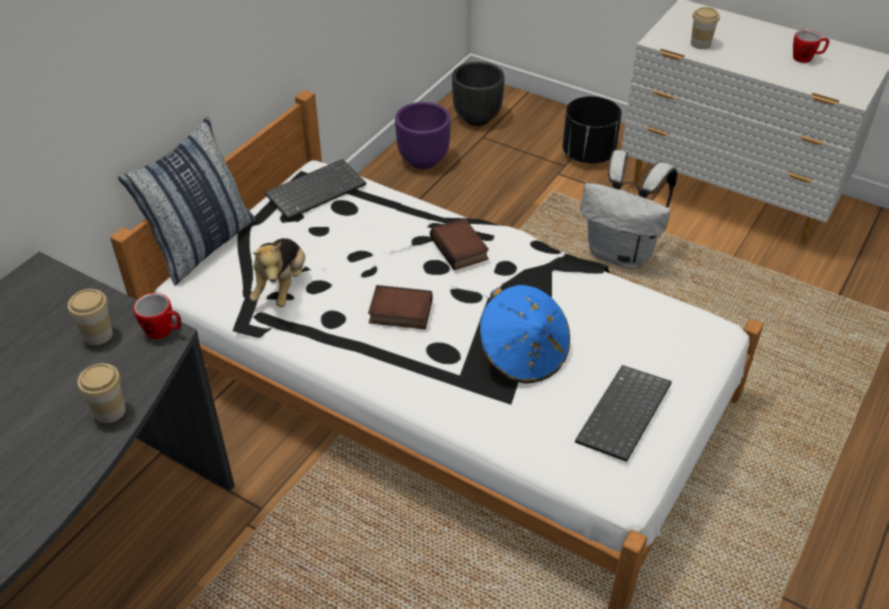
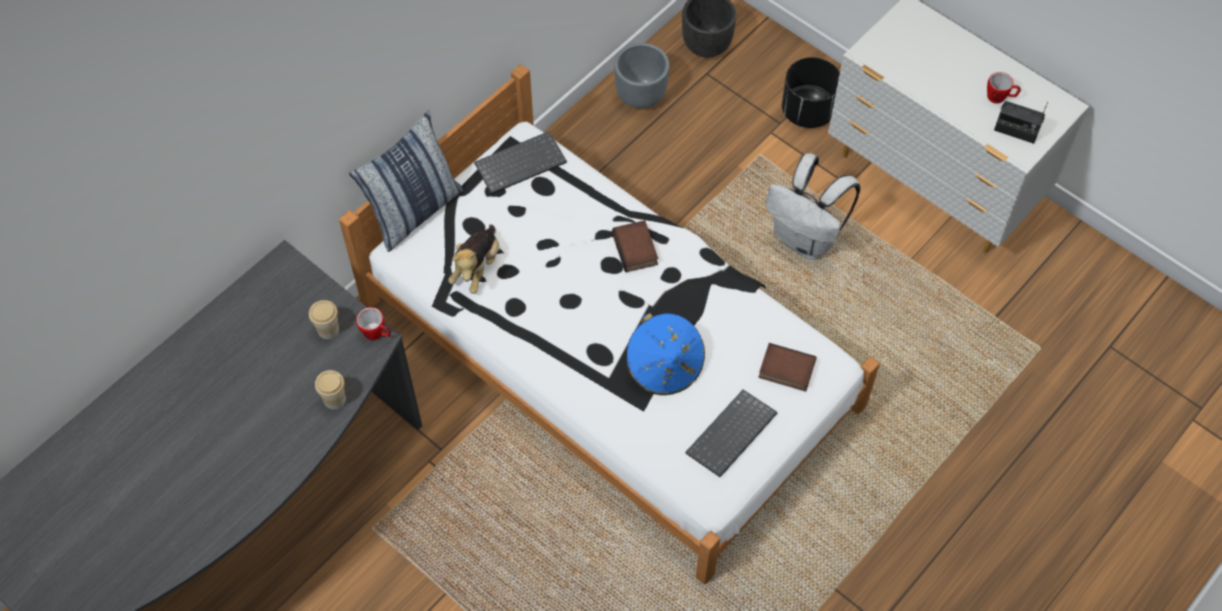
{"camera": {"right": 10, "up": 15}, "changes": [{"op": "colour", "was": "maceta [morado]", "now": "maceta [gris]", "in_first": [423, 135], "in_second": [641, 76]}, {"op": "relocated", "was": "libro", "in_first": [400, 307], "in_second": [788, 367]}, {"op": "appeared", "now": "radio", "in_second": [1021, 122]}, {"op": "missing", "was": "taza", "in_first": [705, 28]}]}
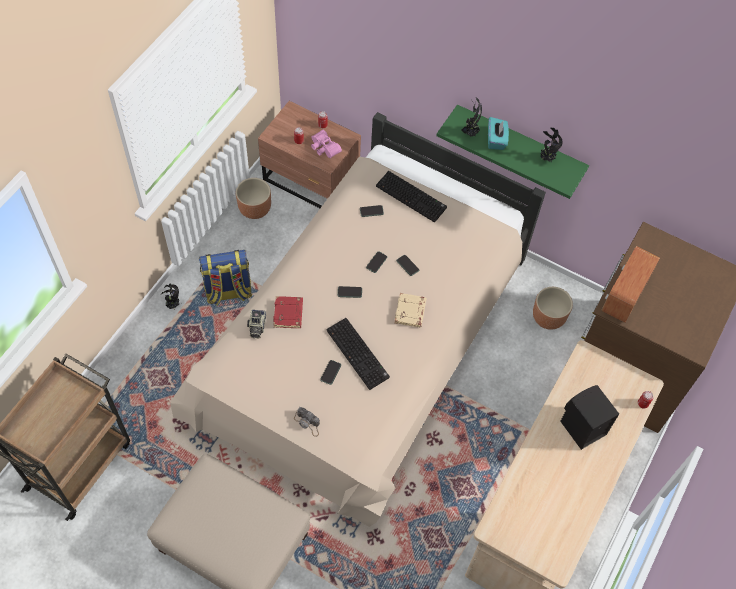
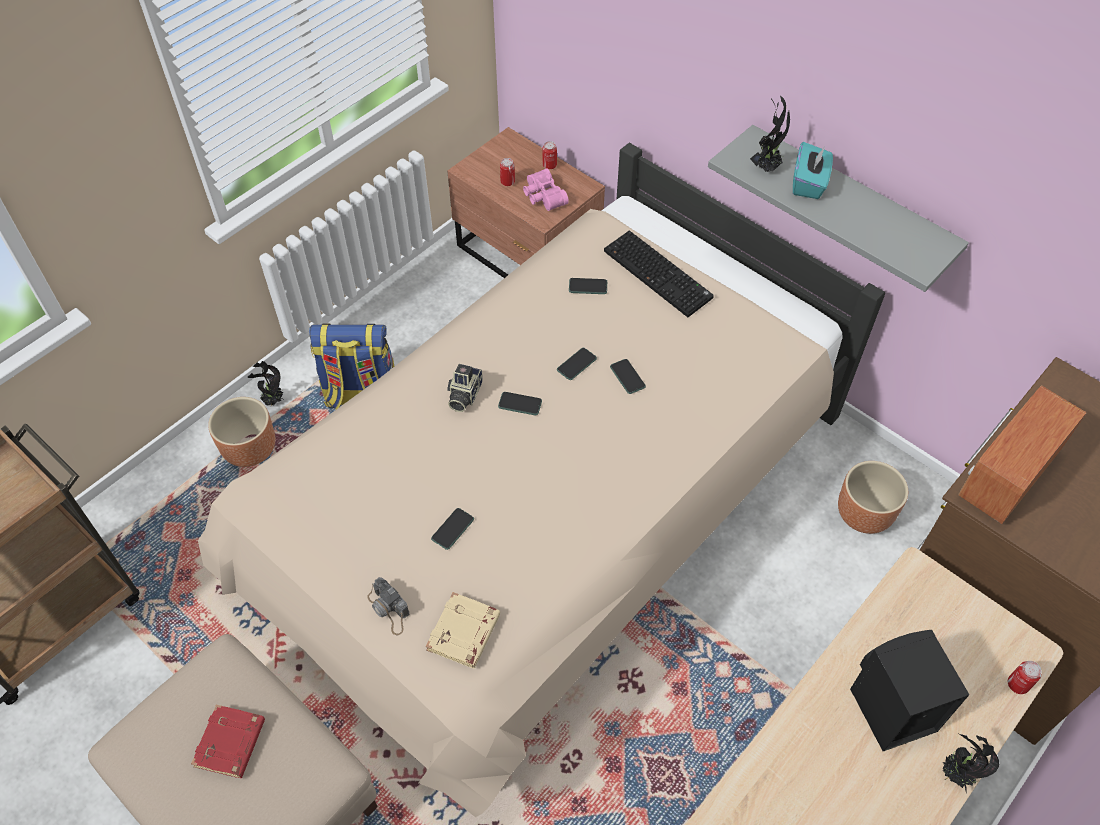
{"camera": {"right": 15, "up": -5}, "changes": [{"op": "relocated", "was": "libro [rojo]", "in_first": [288, 312], "in_second": [228, 741]}, {"op": "relocated", "was": "maceta [marrón]", "in_first": [253, 198], "in_second": [241, 432]}, {"op": "relocated", "was": "libro [beis]", "in_first": [411, 310], "in_second": [463, 630]}, {"op": "relocated", "was": "cámara", "in_first": [256, 324], "in_second": [465, 388]}, {"op": "colour", "was": "estante [verde]", "now": "estante [gris]", "in_first": [512, 152], "in_second": [838, 208]}, {"op": "relocated", "was": "planta en maceta", "in_first": [551, 145], "in_second": [970, 762]}, {"op": "missing", "was": "teclado", "in_first": [358, 354]}]}
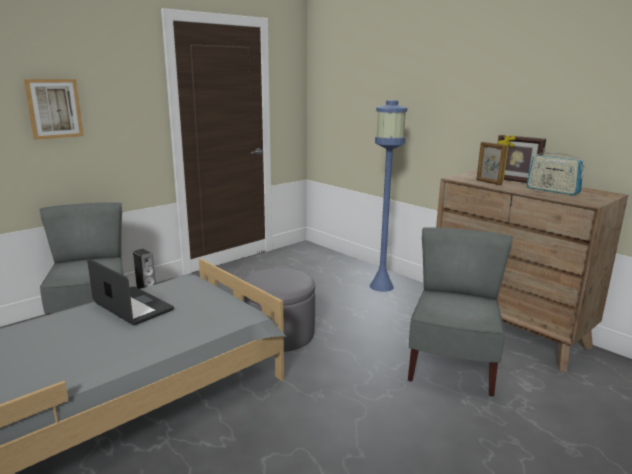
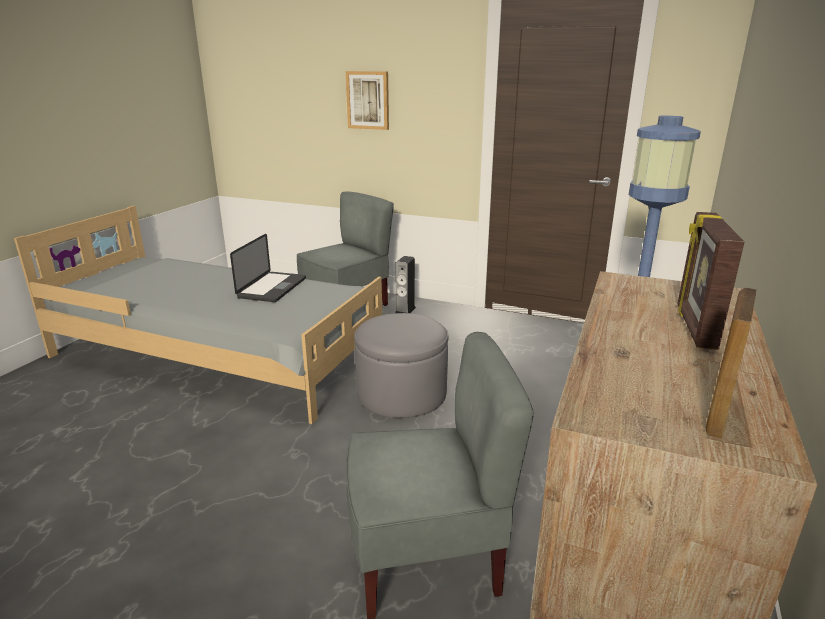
{"camera": {"right": 65, "up": 5}, "changes": [{"op": "relocated", "was": "portarretratos", "in_first": [491, 163], "in_second": [731, 363]}, {"op": "missing", "was": "radio", "in_first": [556, 171]}]}
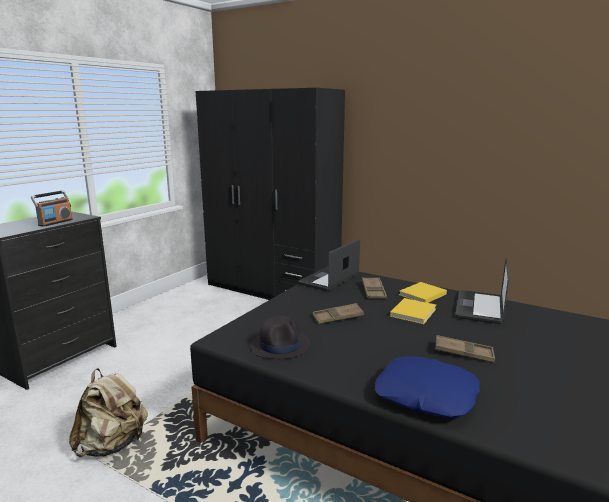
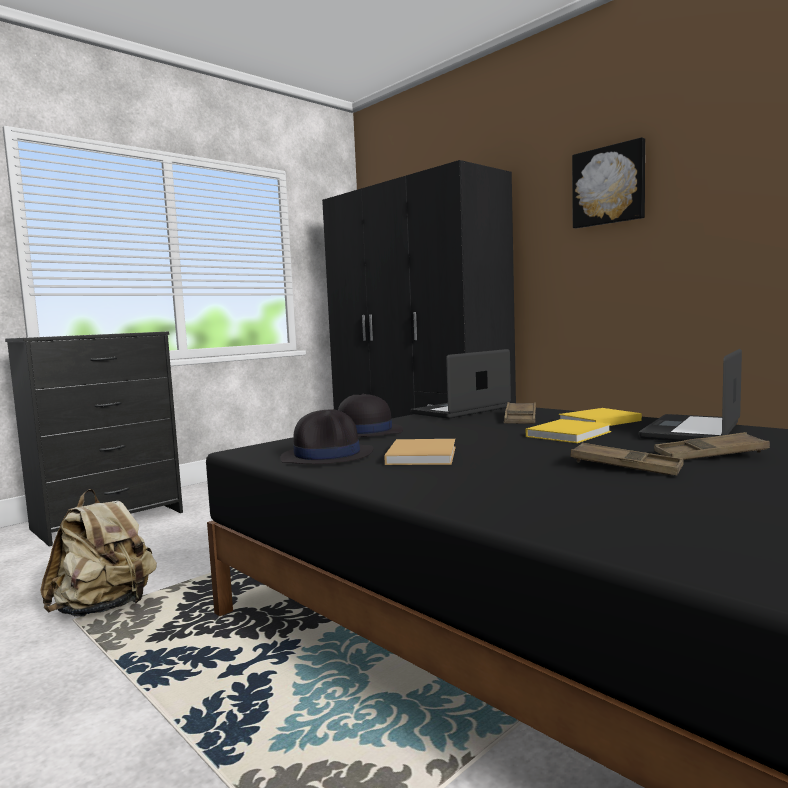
{"camera": {"right": 15, "up": -10}, "changes": [{"op": "appeared", "now": "sombrero [negro]", "in_second": [370, 415]}, {"op": "appeared", "now": "libro [beis]", "in_second": [420, 452]}, {"op": "appeared", "now": "cuadro", "in_second": [608, 182]}, {"op": "relocated", "was": "bandeja [marrón]", "in_first": [338, 313], "in_second": [712, 446]}, {"op": "missing", "was": "radio", "in_first": [52, 208]}, {"op": "missing", "was": "cojín [azul]", "in_first": [427, 387]}]}
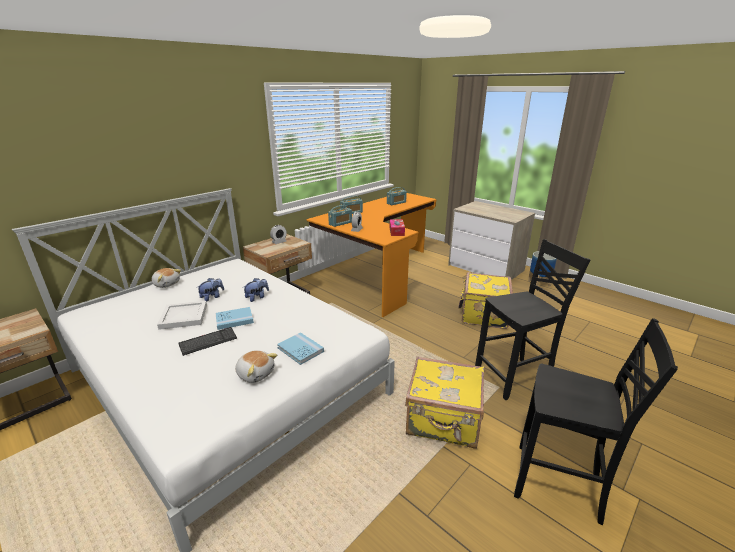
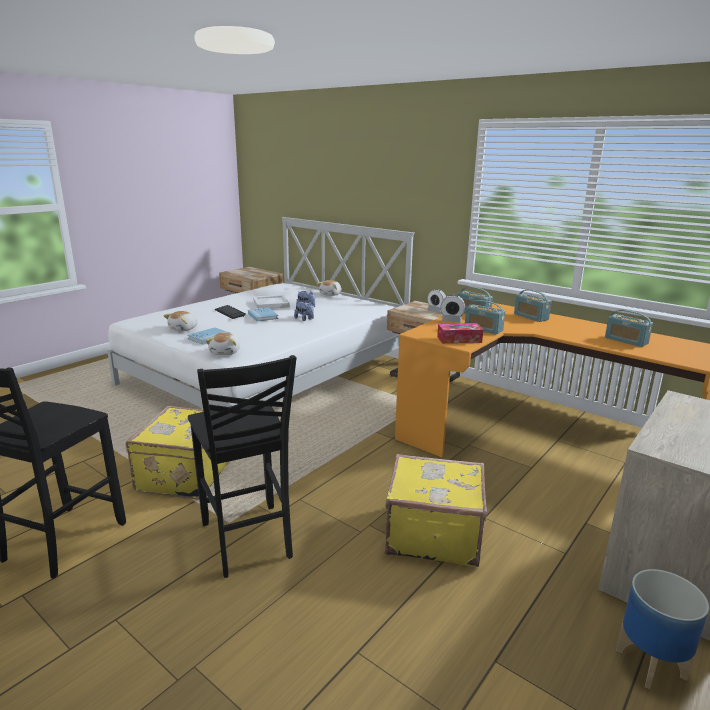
{"camera": {"right": 85, "up": -5}, "changes": [{"op": "appeared", "now": "peluche", "in_second": [222, 344]}, {"op": "appeared", "now": "radio", "in_second": [485, 317]}]}
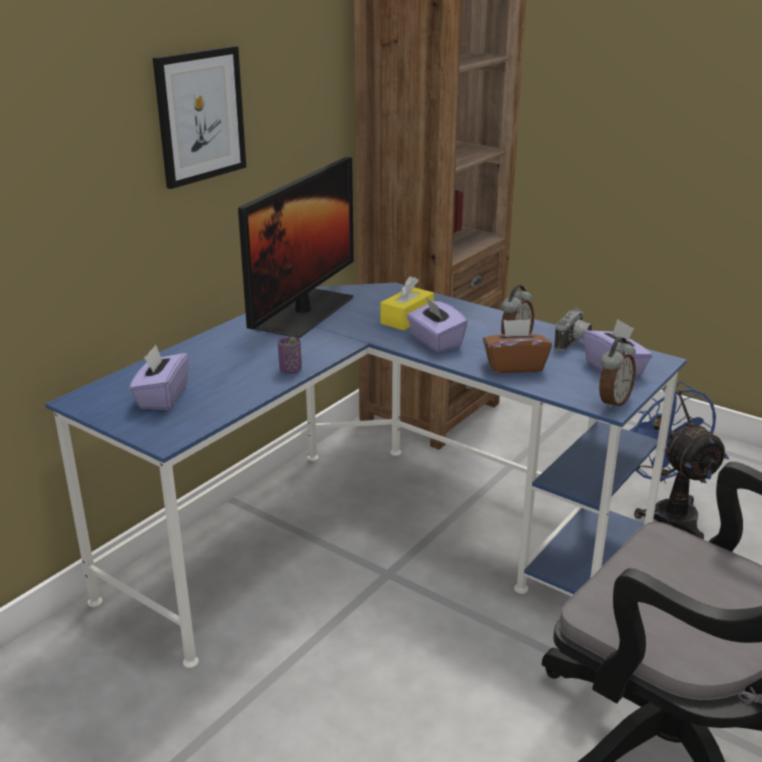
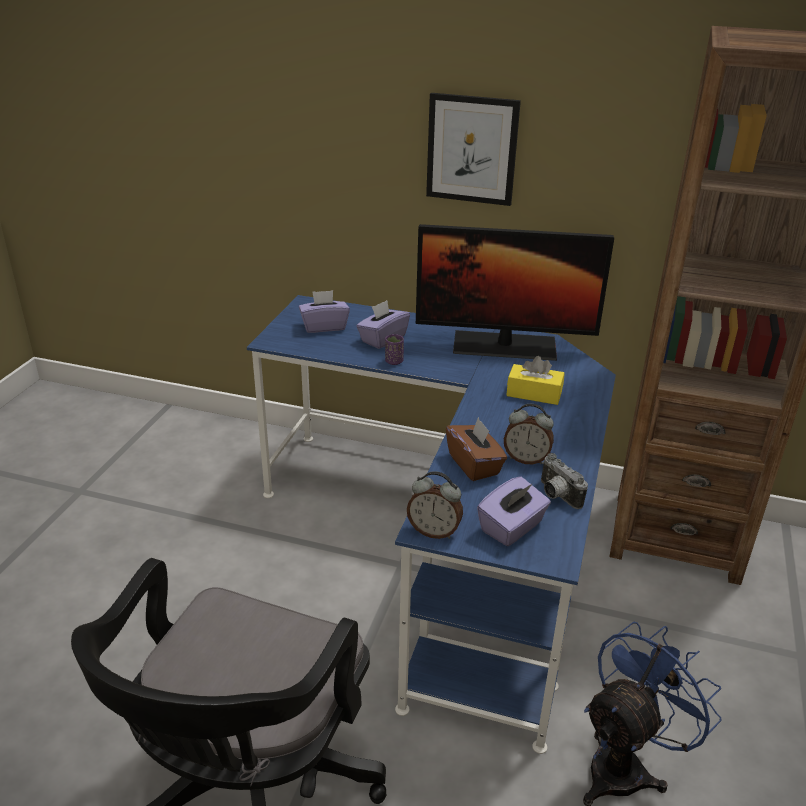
{"camera": {"right": 70, "up": 5}, "changes": [{"op": "relocated", "was": "caja de pañuelos [morado]", "in_first": [437, 324], "in_second": [383, 324]}, {"op": "spun", "was": "cámara", "in_first": [573, 329], "in_second": [564, 481], "clockwise": 45}]}
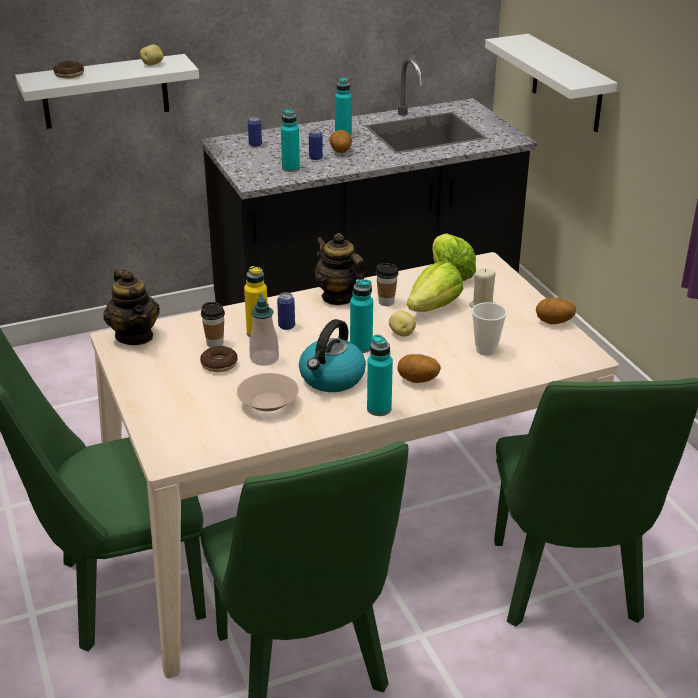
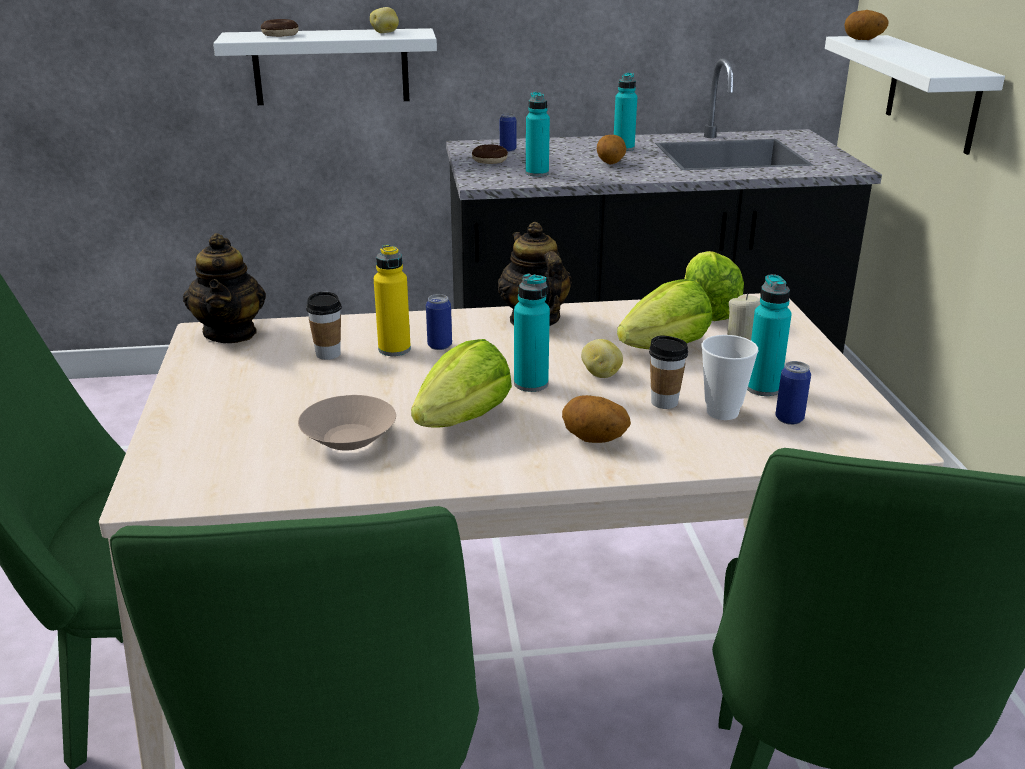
{"camera": {"right": 15, "up": -5}, "changes": [{"op": "exchanged", "was": "hervidor", "now": "lechuga", "in_first": [332, 355], "in_second": [461, 383]}, {"op": "relocated", "was": "rosquilla", "in_first": [219, 359], "in_second": [490, 154]}, {"op": "relocated", "was": "taza", "in_first": [387, 284], "in_second": [668, 372]}, {"op": "relocated", "was": "botella [turquesa]", "in_first": [380, 375], "in_second": [769, 335]}, {"op": "relocated", "was": "lata", "in_first": [316, 144], "in_second": [793, 393]}, {"op": "relocated", "was": "patata", "in_first": [556, 311], "in_second": [866, 25]}, {"op": "missing", "was": "dispensador de jabón", "in_first": [264, 330]}]}
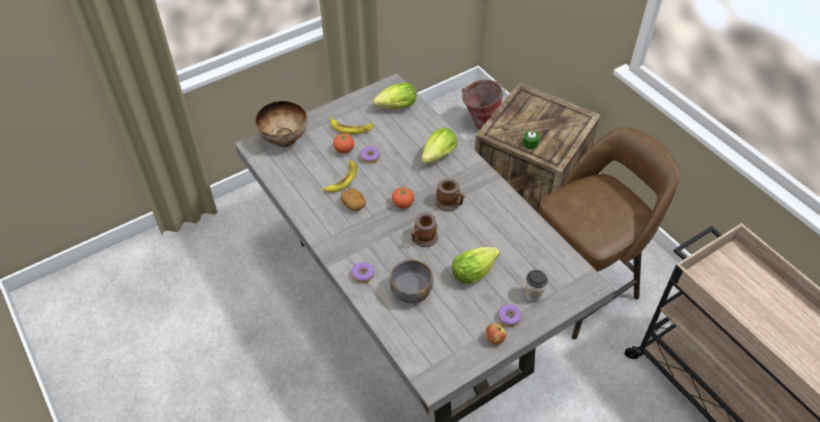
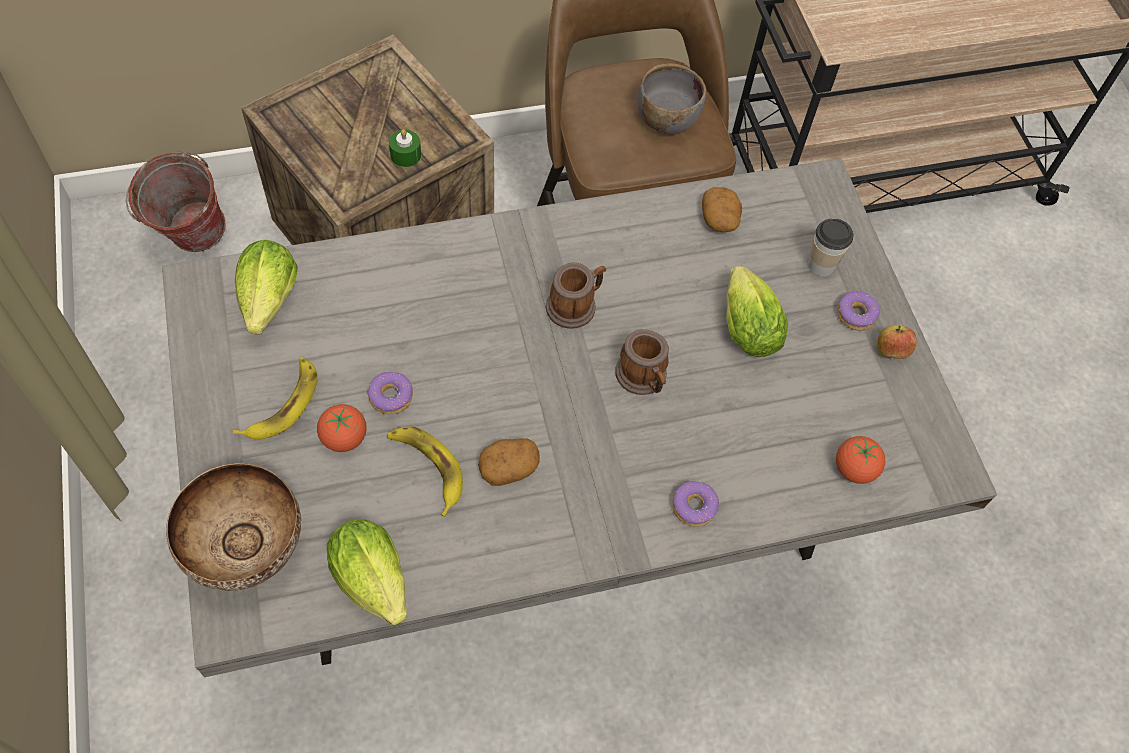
{"camera": {"right": -75, "up": 10}, "changes": [{"op": "relocated", "was": "lechuga", "in_first": [439, 146], "in_second": [367, 572]}, {"op": "relocated", "was": "cuenco [gris]", "in_first": [411, 281], "in_second": [671, 99]}, {"op": "appeared", "now": "patata", "in_second": [722, 209]}, {"op": "relocated", "was": "tomate", "in_first": [403, 198], "in_second": [860, 460]}]}
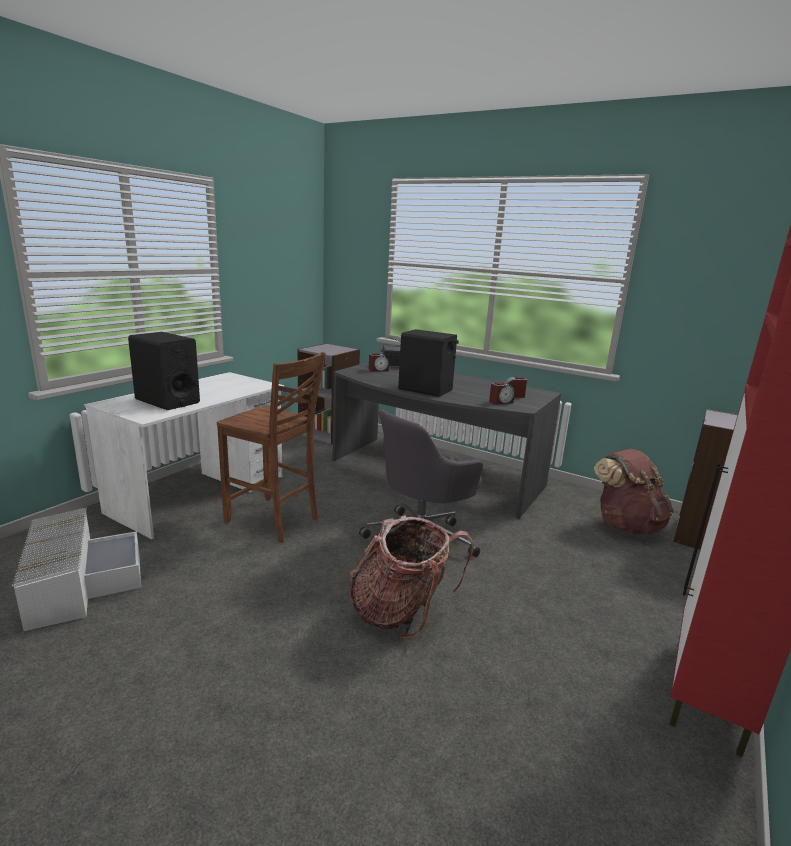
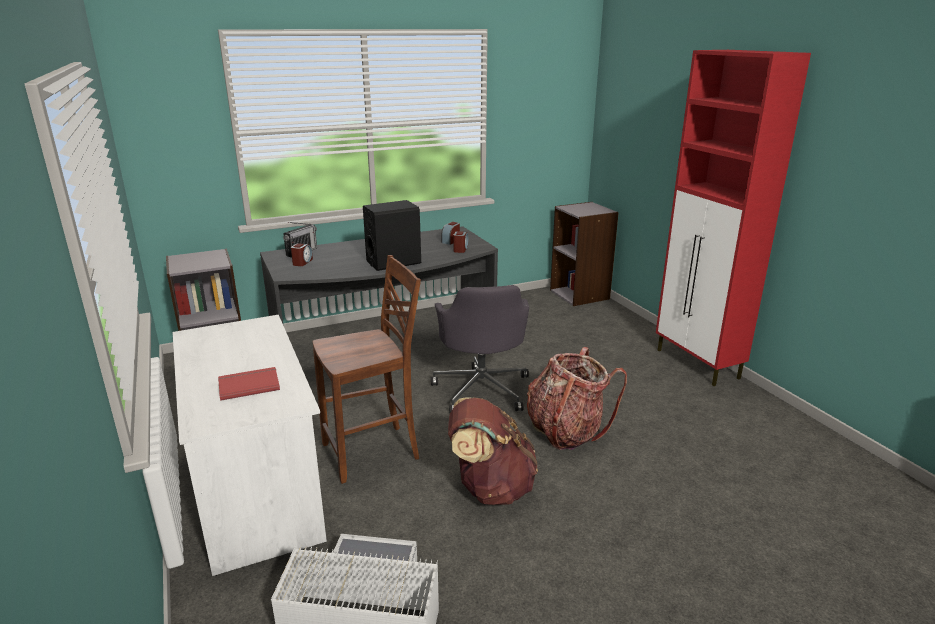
{"camera": {"right": -55, "up": 5}, "changes": [{"op": "exchanged", "was": "altavoz [negro]", "now": "libro [rojo]", "in_first": [164, 371], "in_second": [249, 384]}, {"op": "relocated", "was": "mochila [marrón]", "in_first": [634, 492], "in_second": [493, 451]}]}
